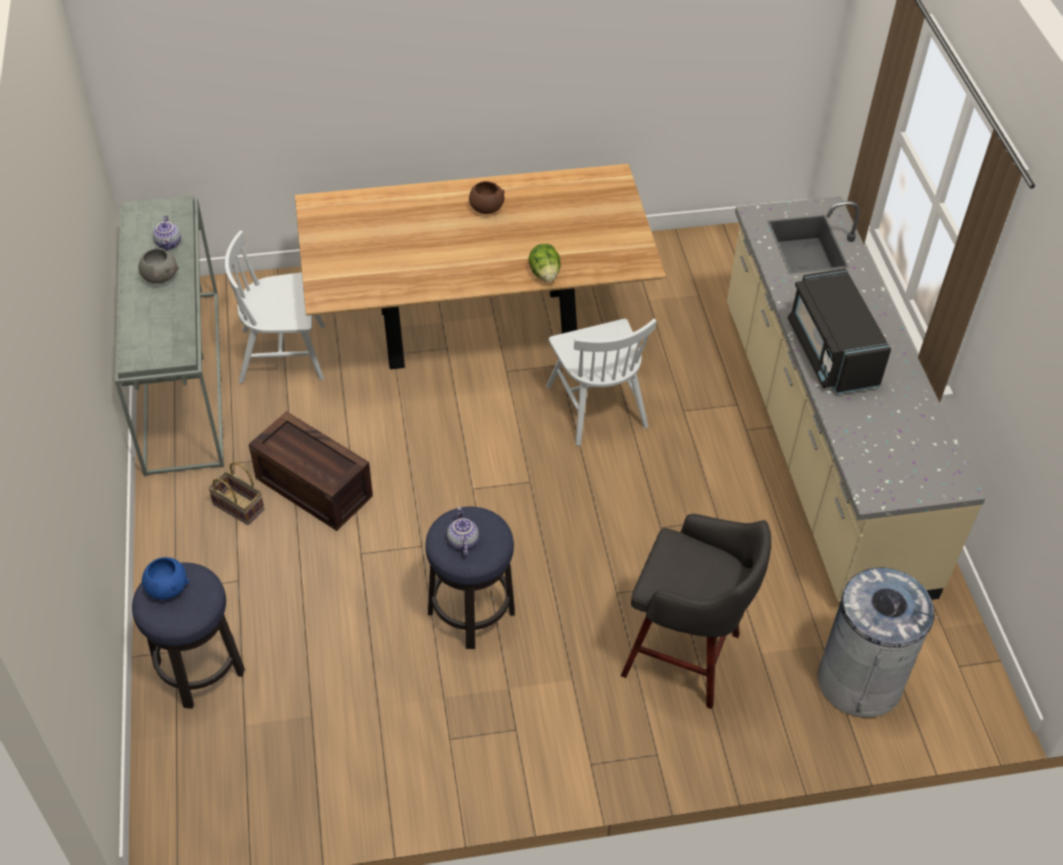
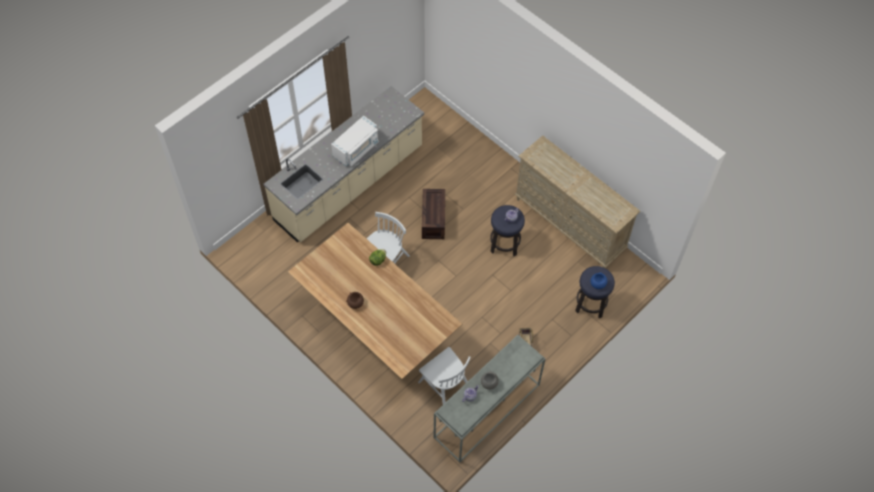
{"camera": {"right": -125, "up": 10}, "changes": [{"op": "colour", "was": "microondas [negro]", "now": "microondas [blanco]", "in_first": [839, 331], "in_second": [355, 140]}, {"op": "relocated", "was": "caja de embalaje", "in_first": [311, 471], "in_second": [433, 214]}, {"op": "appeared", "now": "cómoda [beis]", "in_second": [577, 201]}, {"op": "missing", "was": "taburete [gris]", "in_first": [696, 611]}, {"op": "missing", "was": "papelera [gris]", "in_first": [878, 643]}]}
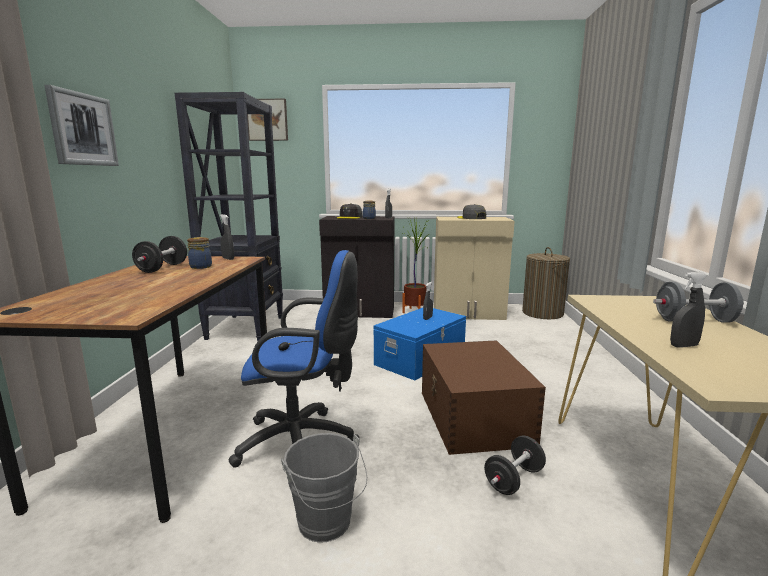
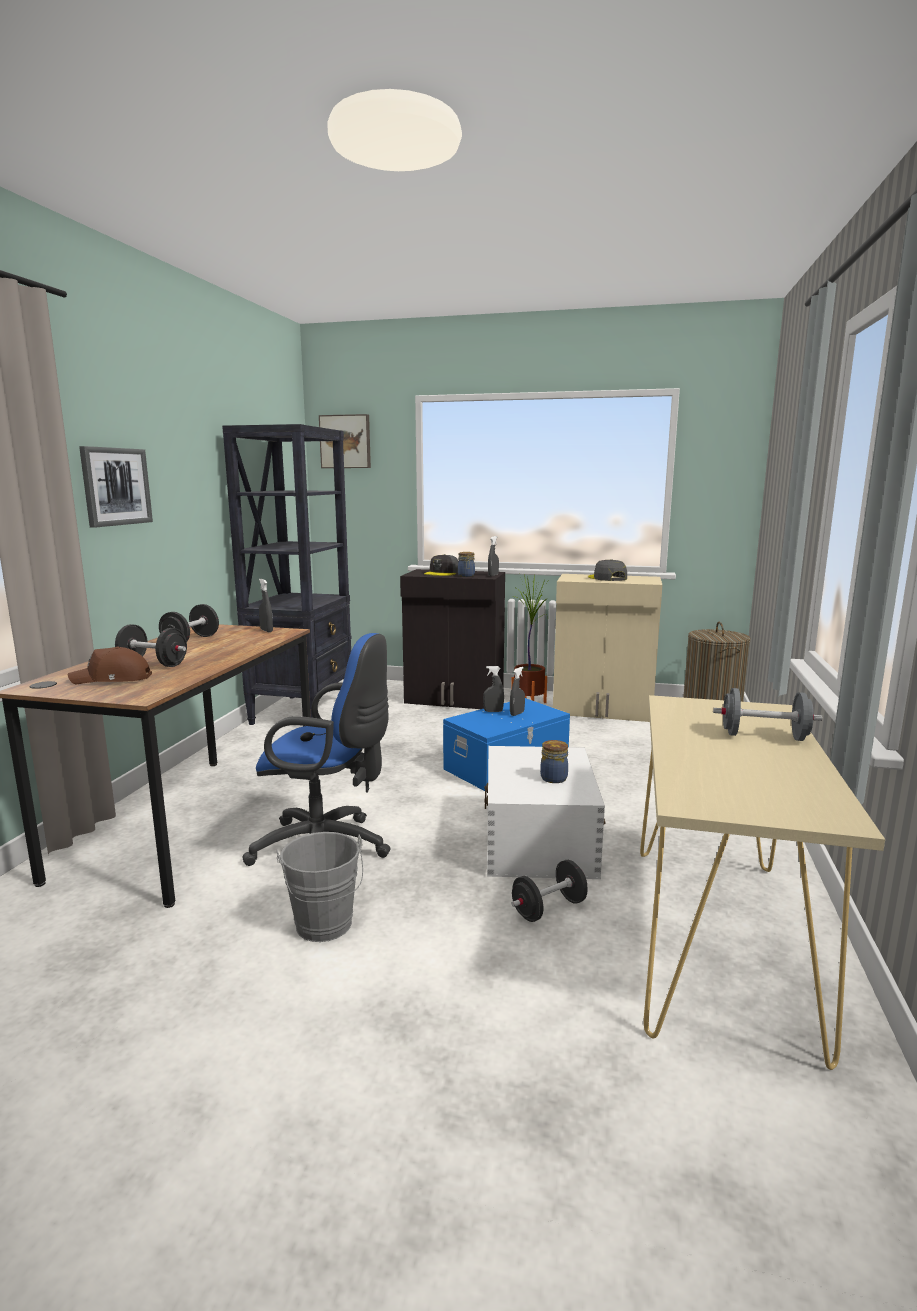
{"camera": {"right": 10, "up": 0}, "changes": [{"op": "appeared", "now": "gorra [marrón]", "in_second": [110, 665]}, {"op": "appeared", "now": "mancuerna [negro]", "in_second": [151, 645]}, {"op": "relocated", "was": "pulverizador [gris]", "in_first": [688, 309], "in_second": [493, 689]}, {"op": "colour", "was": "caja de almacenaje [marrón]", "now": "caja de almacenaje [blanco]", "in_first": [484, 397], "in_second": [544, 812]}, {"op": "relocated", "was": "tarro", "in_first": [199, 253], "in_second": [554, 761]}]}
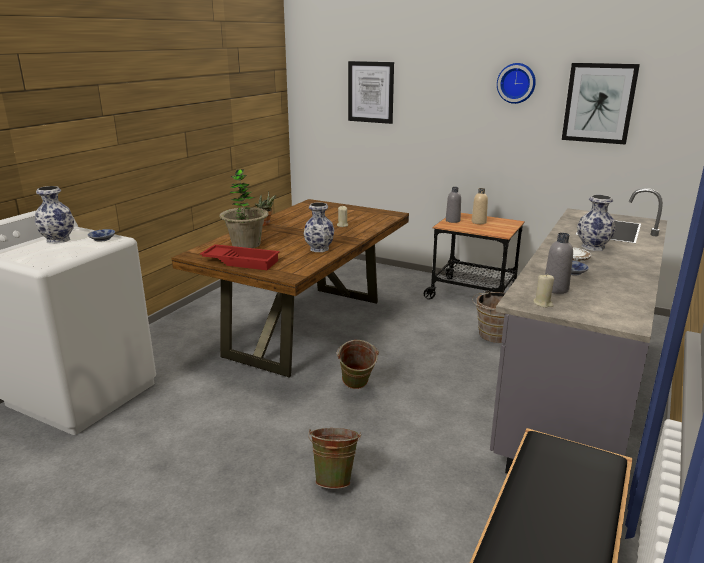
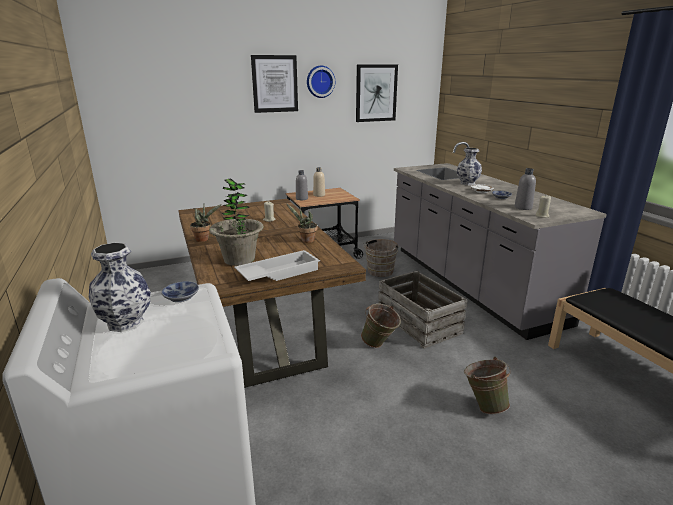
{"camera": {"right": -50, "up": 0}, "changes": [{"op": "colour", "was": "bandeja [rojo]", "now": "bandeja [blanco]", "in_first": [240, 257], "in_second": [277, 265]}, {"op": "relocated", "was": "cuadro", "in_first": [371, 92], "in_second": [274, 84]}, {"op": "exchanged", "was": "florero", "now": "planta en maceta", "in_first": [319, 227], "in_second": [301, 223]}, {"op": "appeared", "now": "caja de embalaje", "in_second": [422, 310]}]}
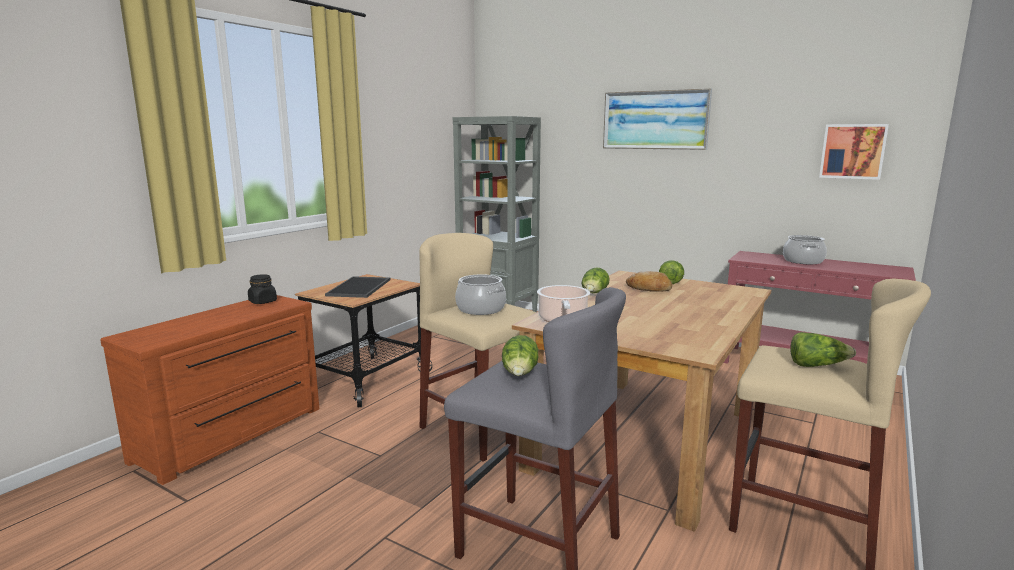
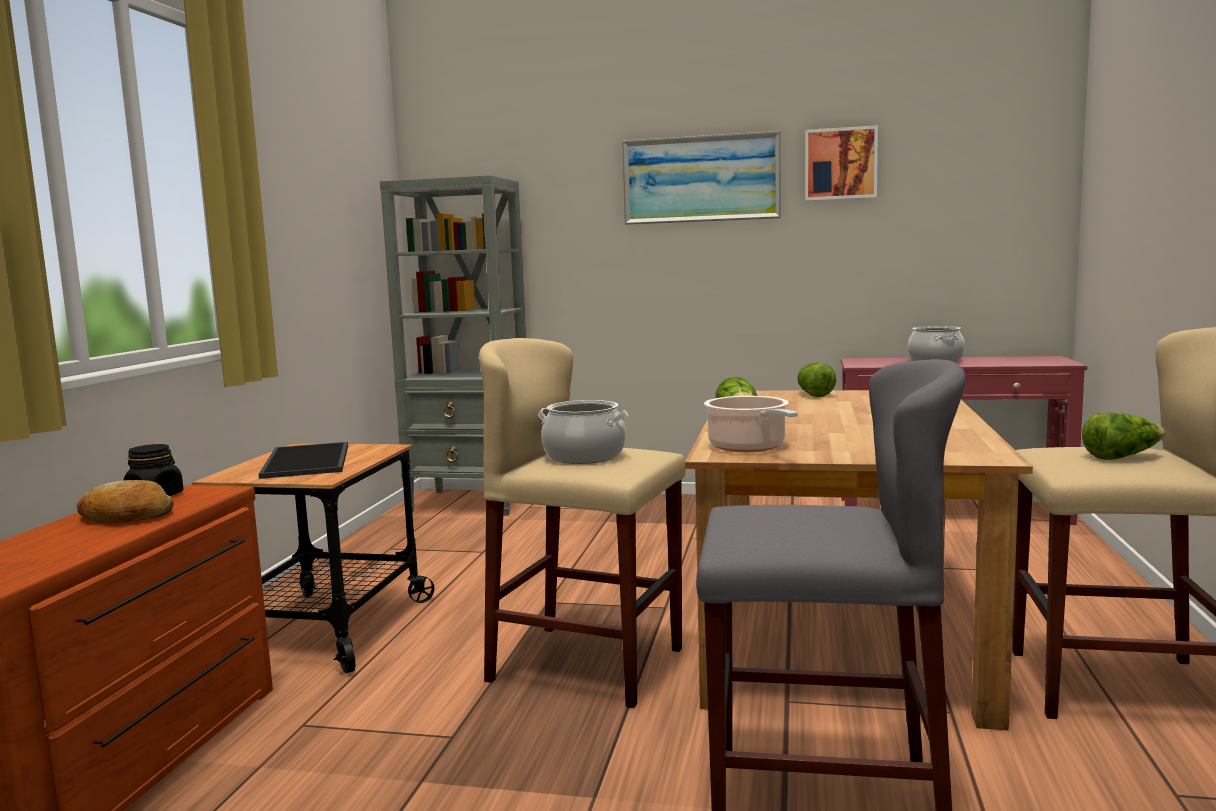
{"camera": {"right": -20, "up": -5}, "changes": [{"op": "relocated", "was": "pan", "in_first": [649, 281], "in_second": [125, 501]}, {"op": "relocated", "was": "cuadro", "in_first": [854, 152], "in_second": [841, 163]}, {"op": "missing", "was": "lechuga", "in_first": [520, 355]}]}
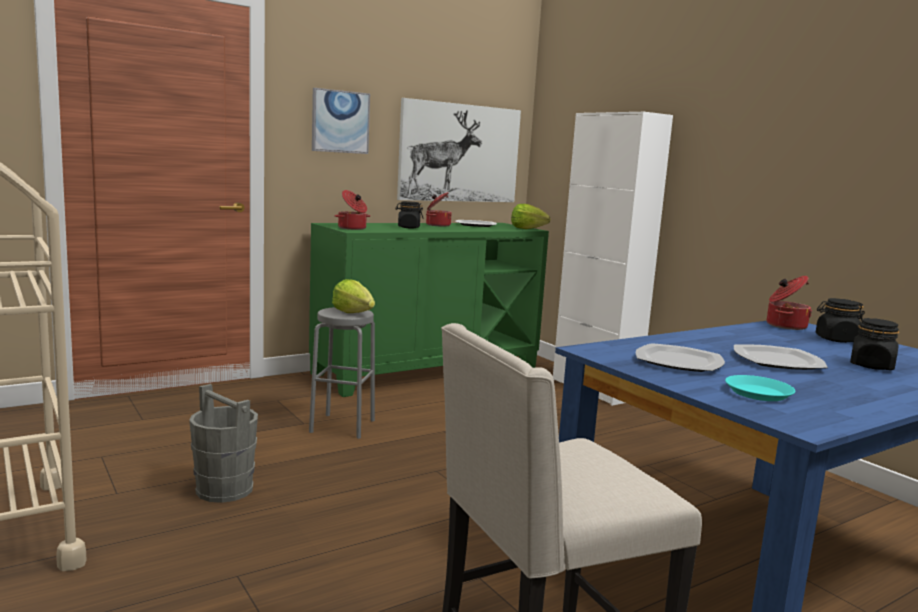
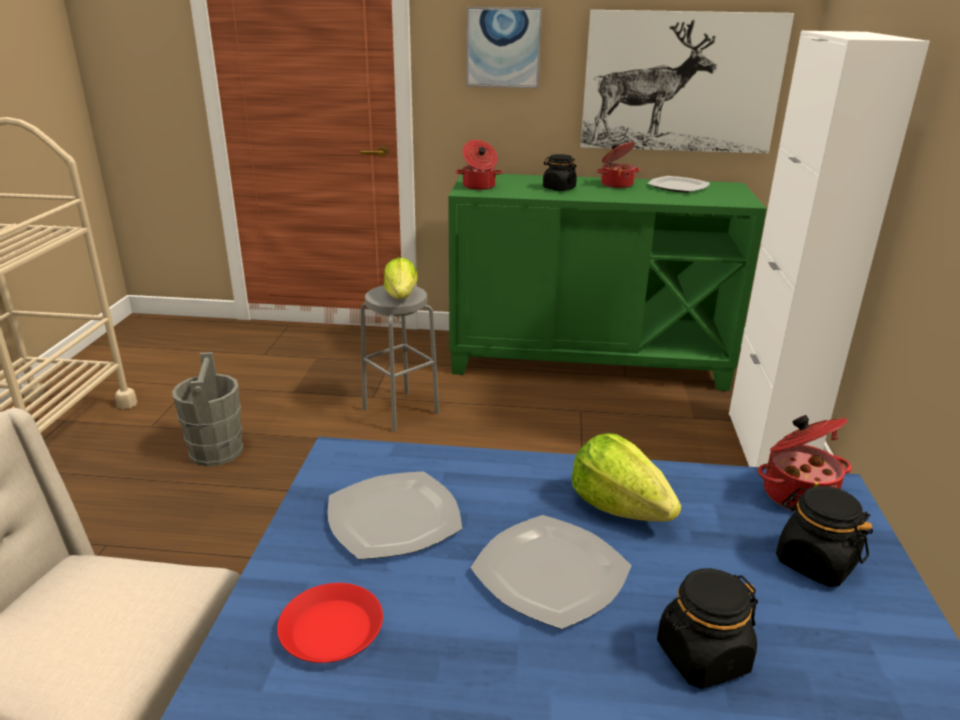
{"camera": {"right": 40, "up": 15}, "changes": [{"op": "colour", "was": "plato [turquesa]", "now": "plato [rojo]", "in_first": [760, 388], "in_second": [330, 623]}, {"op": "relocated", "was": "lechuga", "in_first": [530, 216], "in_second": [627, 477]}]}
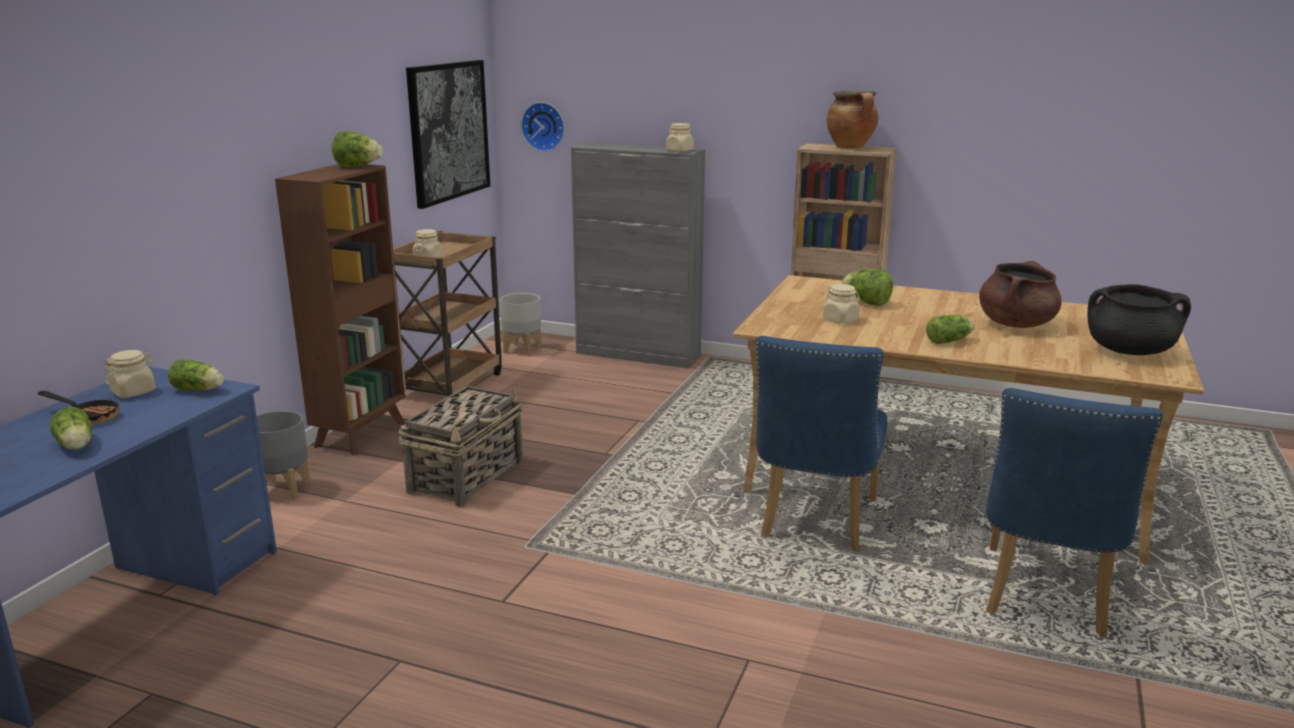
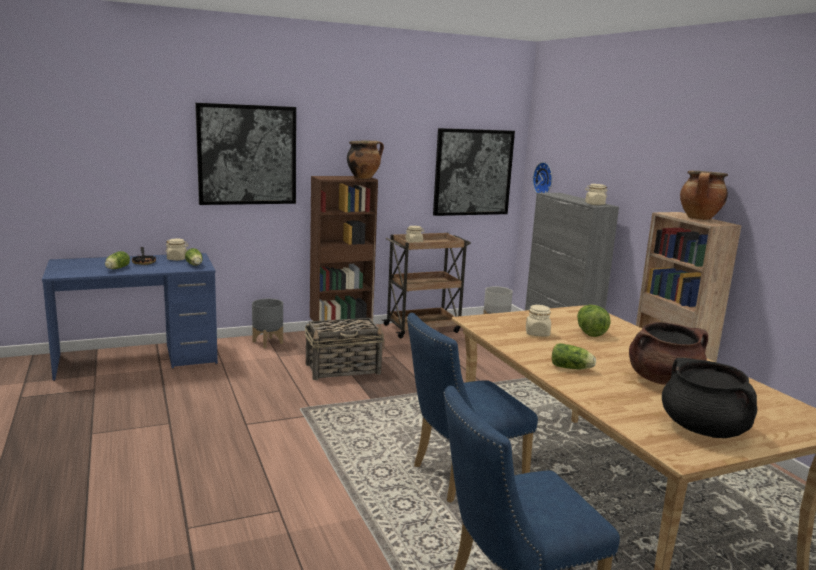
{"camera": {"right": 45, "up": -5}, "changes": [{"op": "appeared", "now": "cuadro", "in_second": [245, 154]}, {"op": "exchanged", "was": "lechuga", "now": "olla", "in_first": [357, 149], "in_second": [365, 160]}]}
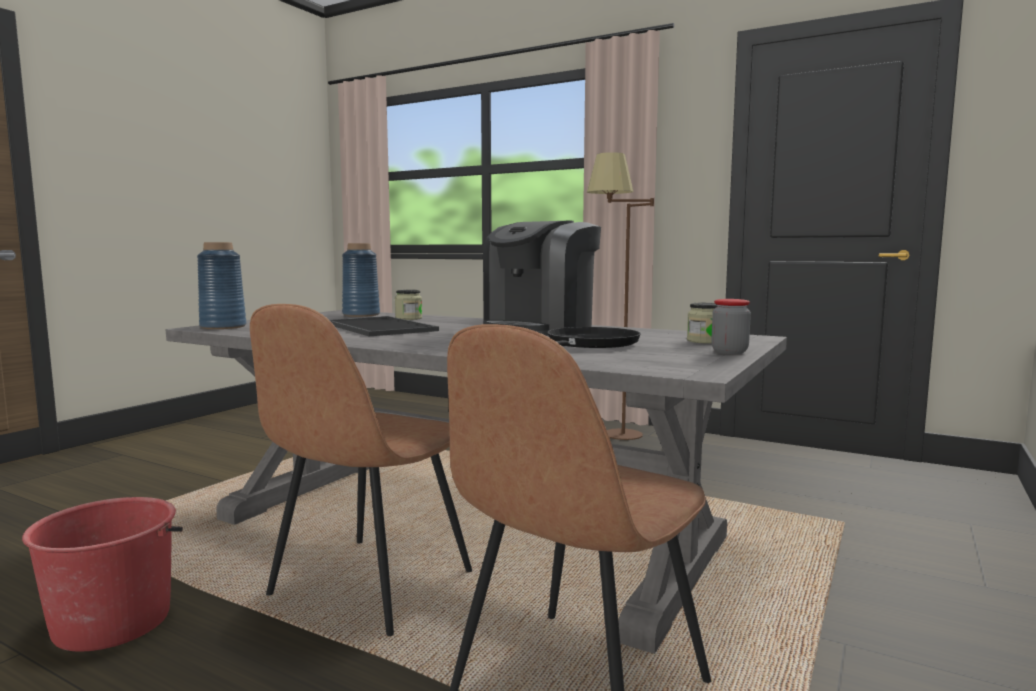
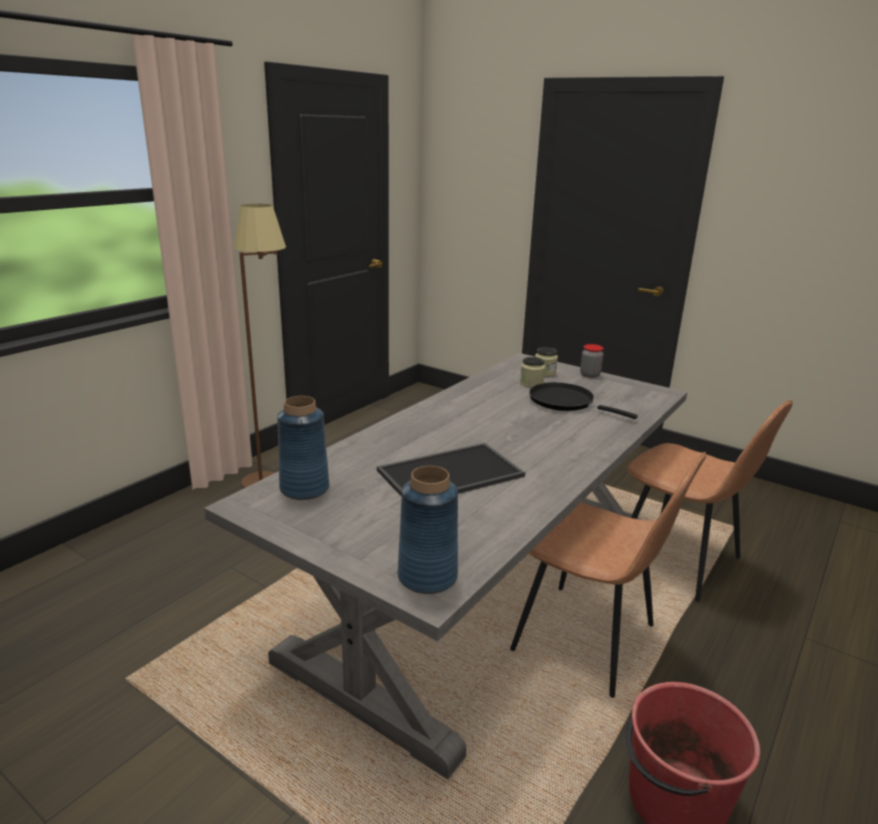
{"camera": {"right": -85, "up": 15}, "changes": [{"op": "relocated", "was": "tarro", "in_first": [408, 305], "in_second": [532, 372]}, {"op": "missing", "was": "cafetera", "in_first": [542, 278]}]}
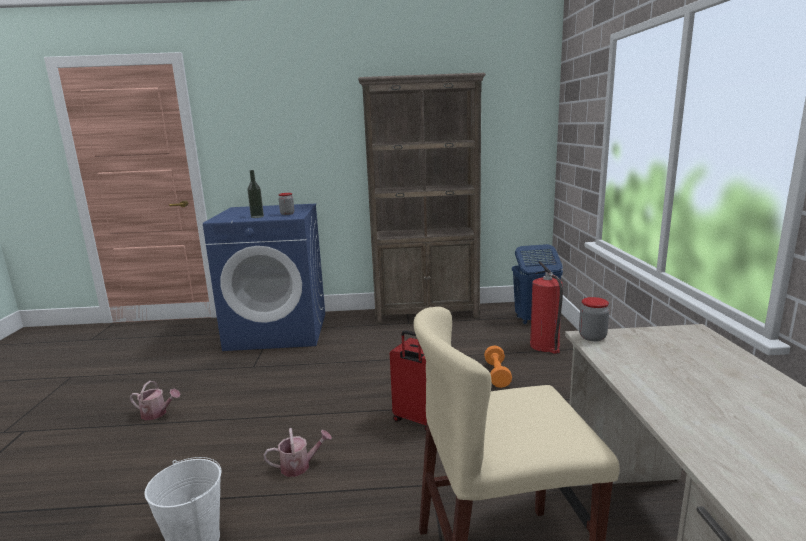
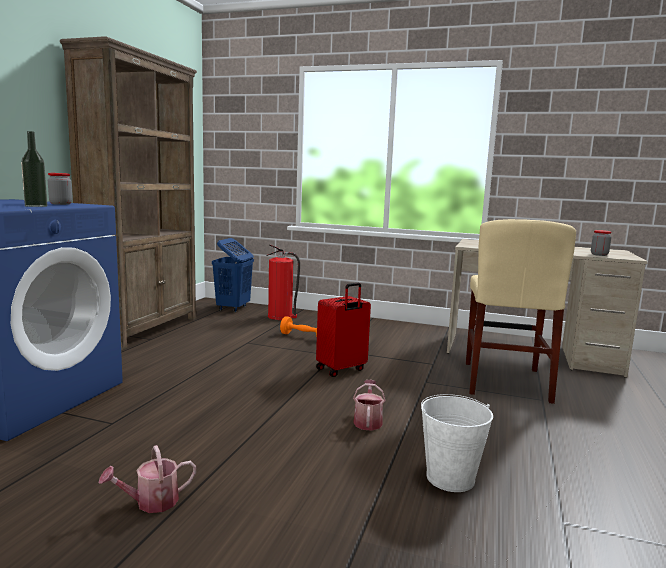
{"camera": {"right": -70, "up": -5}, "changes": [{"op": "spun", "was": "regadera", "in_first": [155, 400], "in_second": [147, 479], "clockwise": -150}, {"op": "relocated", "was": "tarro", "in_first": [594, 319], "in_second": [601, 243]}]}
